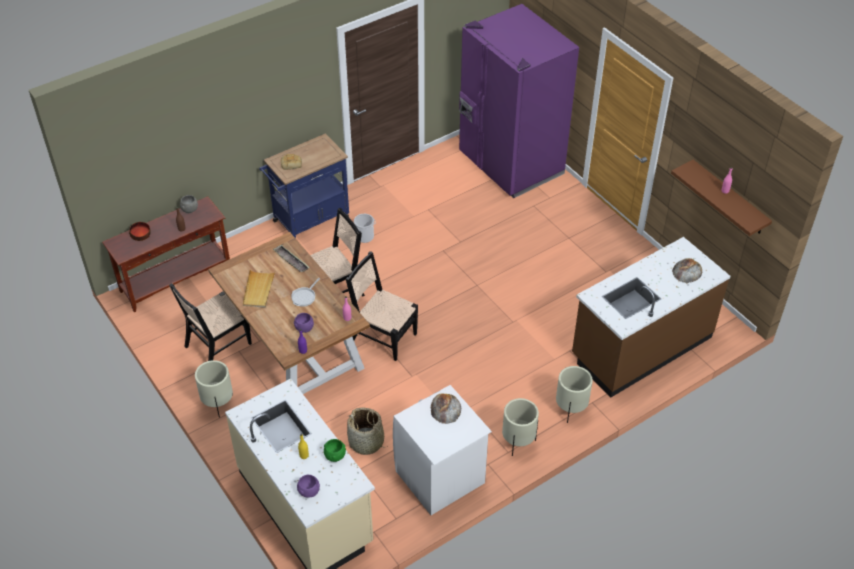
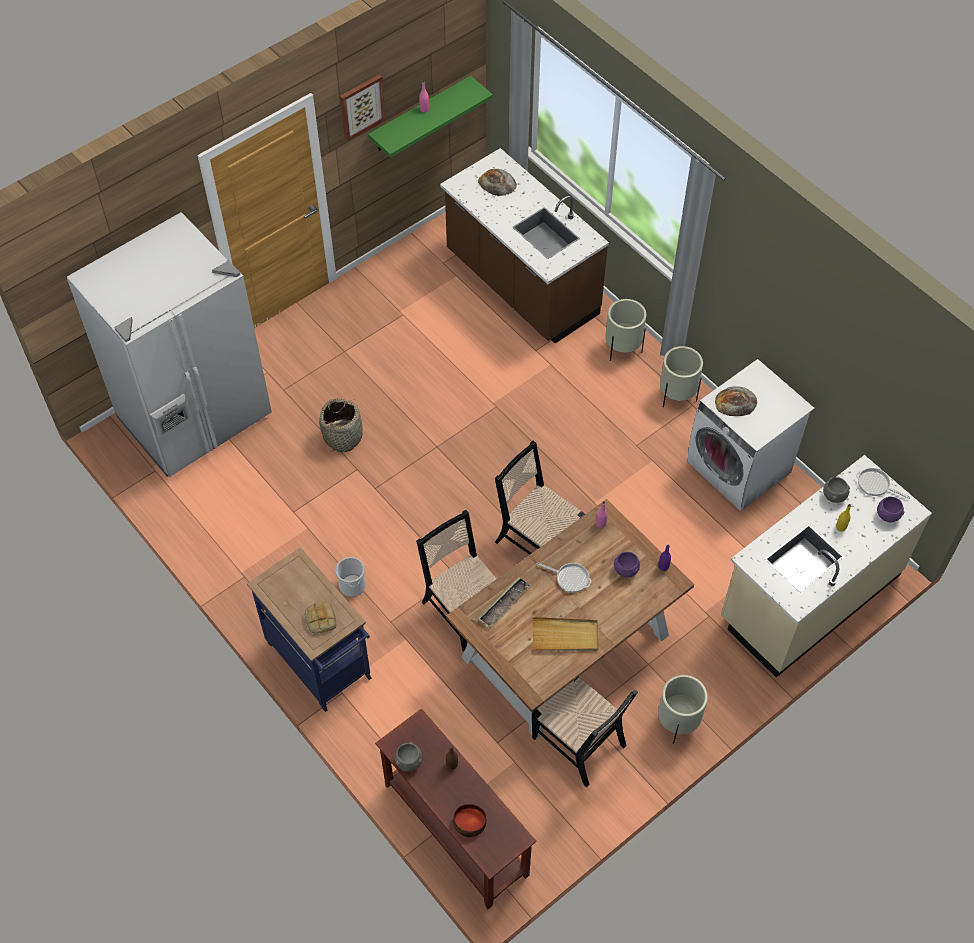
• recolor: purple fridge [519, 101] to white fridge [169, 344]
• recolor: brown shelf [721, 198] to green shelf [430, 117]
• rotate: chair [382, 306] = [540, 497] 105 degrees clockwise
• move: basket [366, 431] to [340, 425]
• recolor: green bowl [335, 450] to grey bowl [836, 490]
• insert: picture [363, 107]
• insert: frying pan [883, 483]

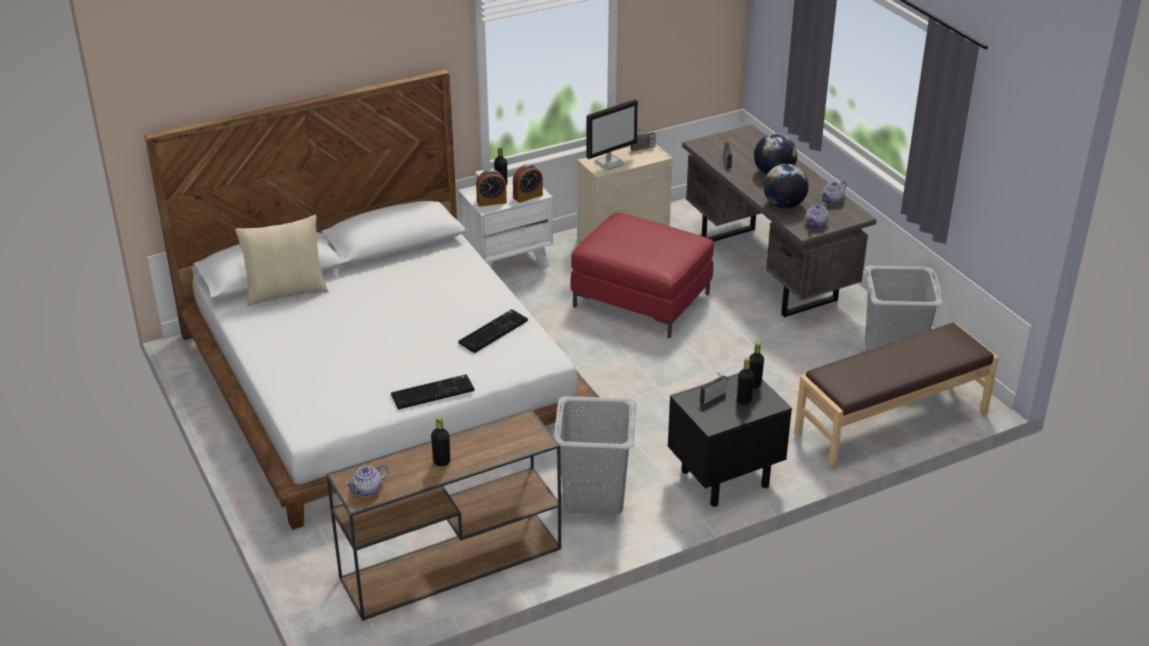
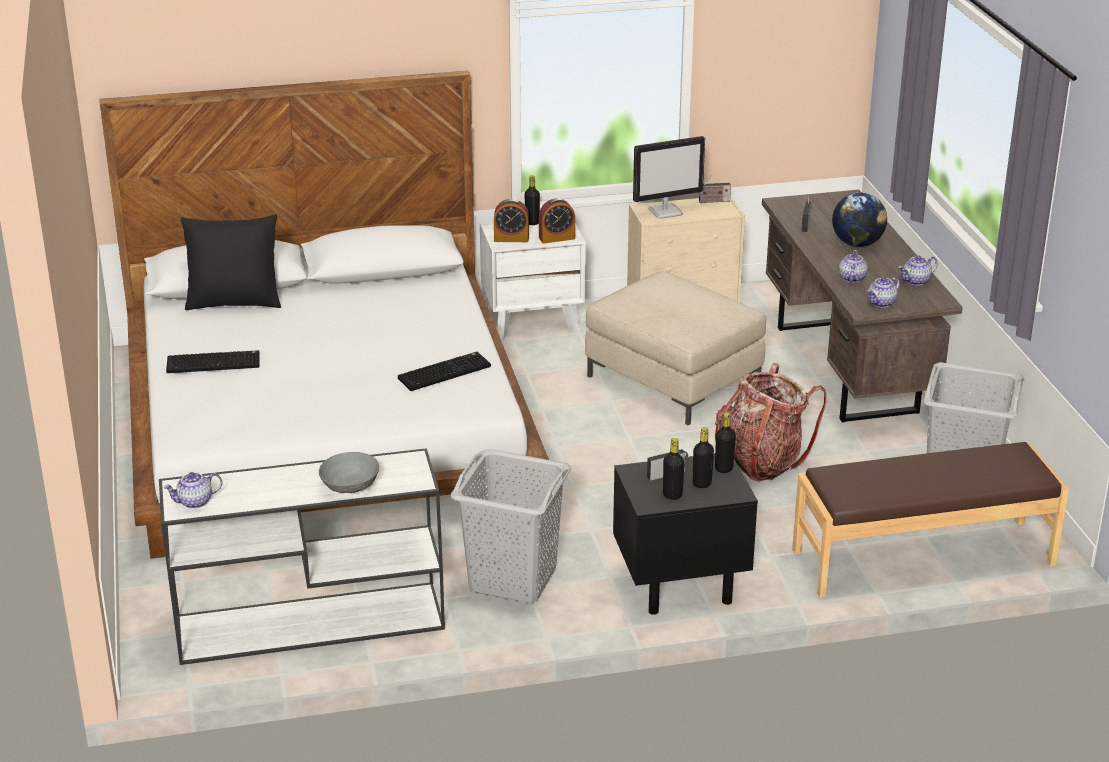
• replace: globe [786, 186] to teapot [853, 266]
• recolor: red ottoman [642, 275] to beige ottoman [675, 348]
• recolor: beige pillow [281, 260] to black pillow [231, 262]
• move: keyboard [432, 392] to [213, 361]
• recolor: brown console table [443, 515] to white console table [302, 556]
• move: black bottle [440, 441] to [673, 469]
• insert: backpack [771, 422]
• insert: grey bowl [349, 472]

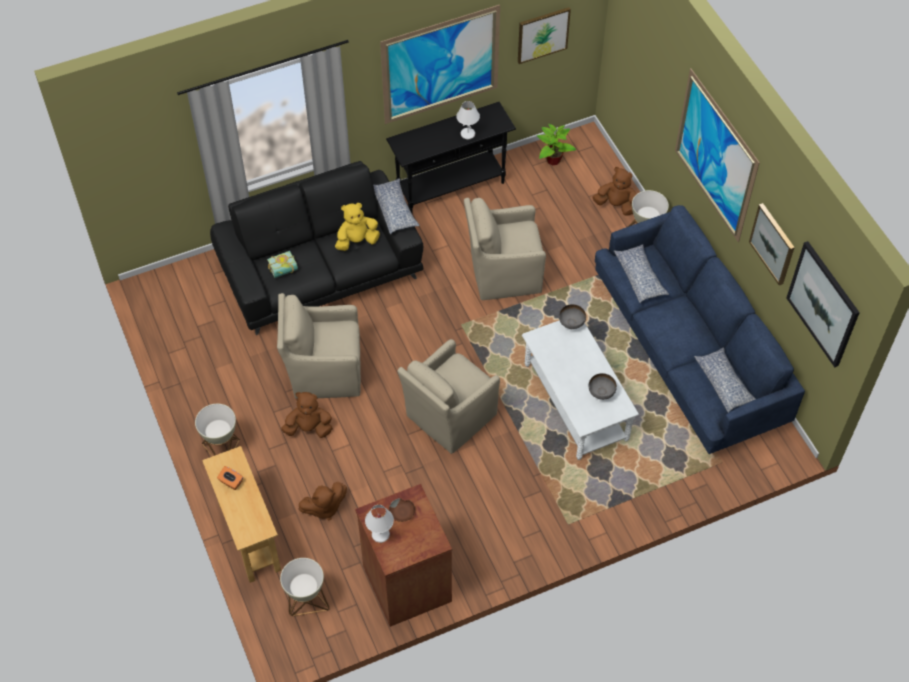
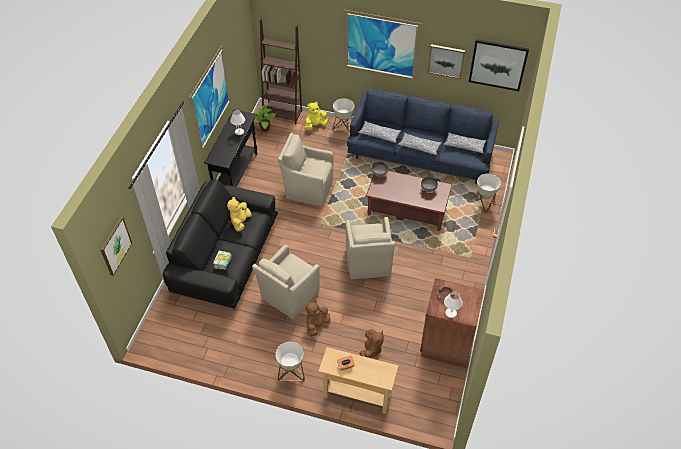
• move: picture [544, 35] to [116, 246]
• recolor: brown plush toy [614, 191] to yellow plush toy [316, 116]
• move: pillow [396, 206] to [419, 144]
• rotate: beige armchair [505, 249] = [306, 169] 75 degrees clockwise
• recolor: white coffee table [580, 390] to brown coffee table [409, 201]
• move: planter [305, 587] to [486, 193]
• insert: brown bookcase [281, 71]

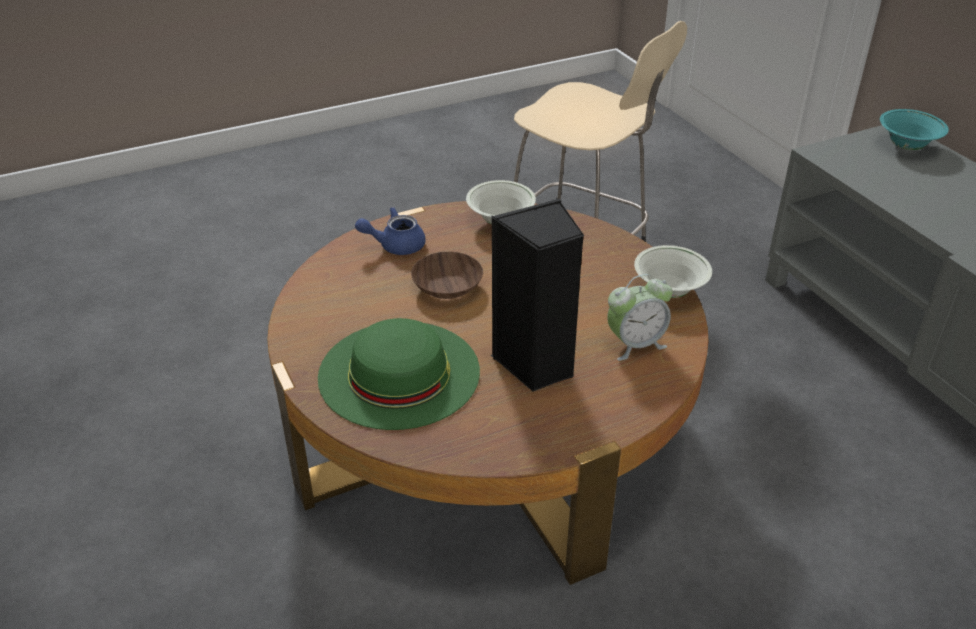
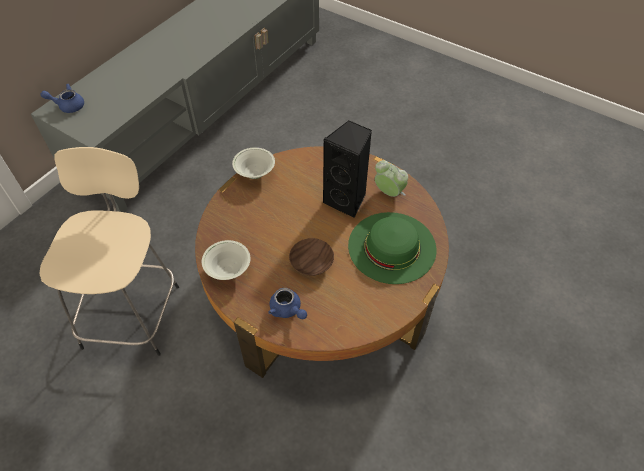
• replace: turquoise bowl [914, 129] to blue teapot [62, 98]
• move: alarm clock [639, 317] to [391, 178]

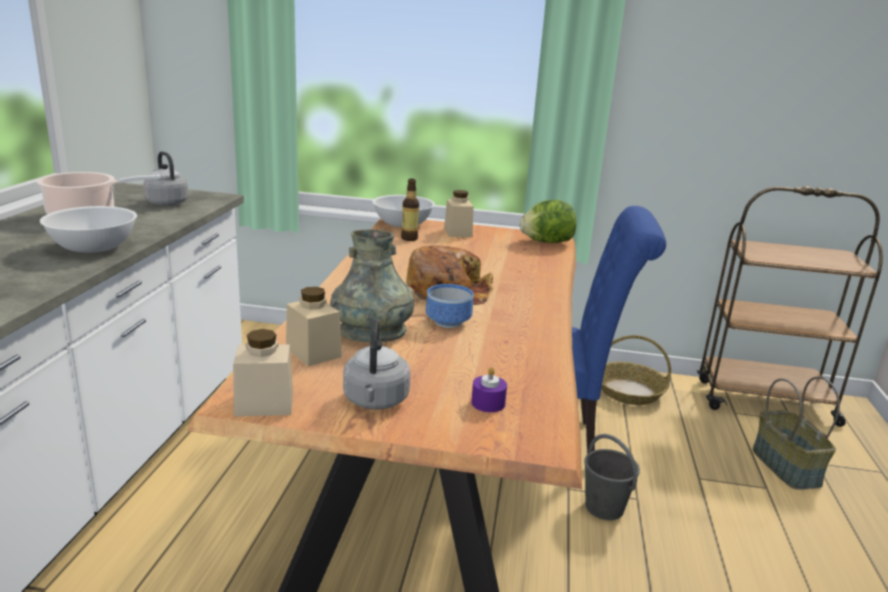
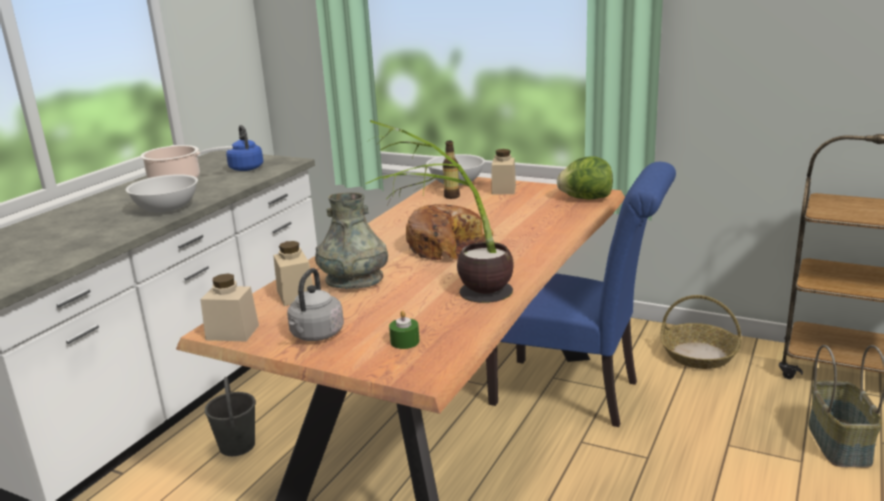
• recolor: grey kettle [165, 178] to blue kettle [244, 148]
• delete: bowl [449, 306]
• recolor: purple candle [489, 389] to green candle [404, 329]
• move: grey bucket [612, 477] to [230, 416]
• insert: potted plant [439, 211]

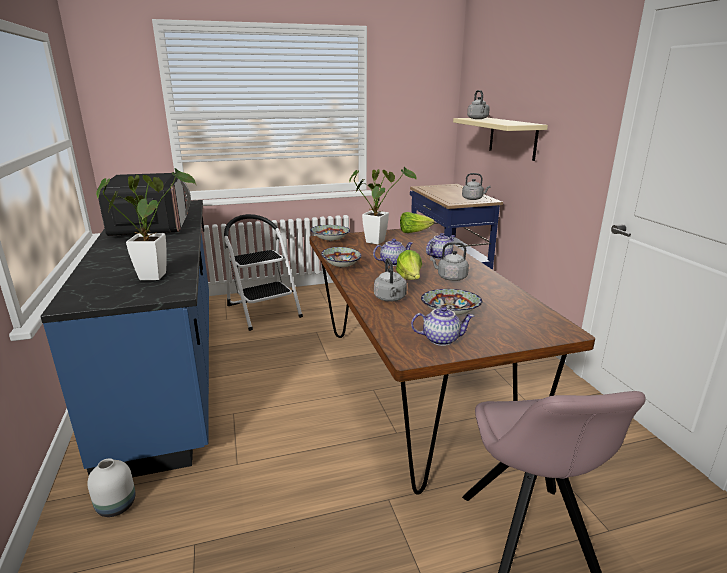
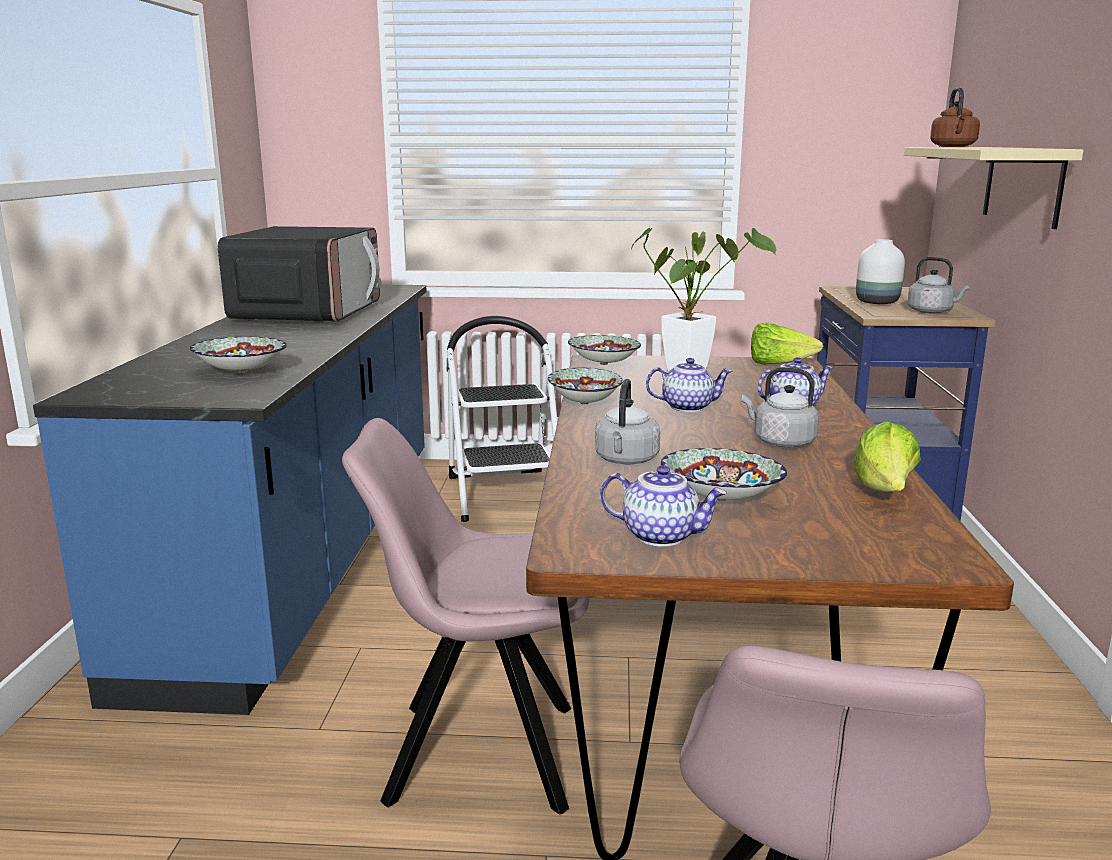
• recolor: grey kettle [478, 104] to brown kettle [955, 117]
• replace: potted plant [146, 224] to bowl [238, 355]
• move: lettuce [409, 265] to [887, 456]
• move: white vase [111, 487] to [880, 271]
• insert: pink chair [465, 616]

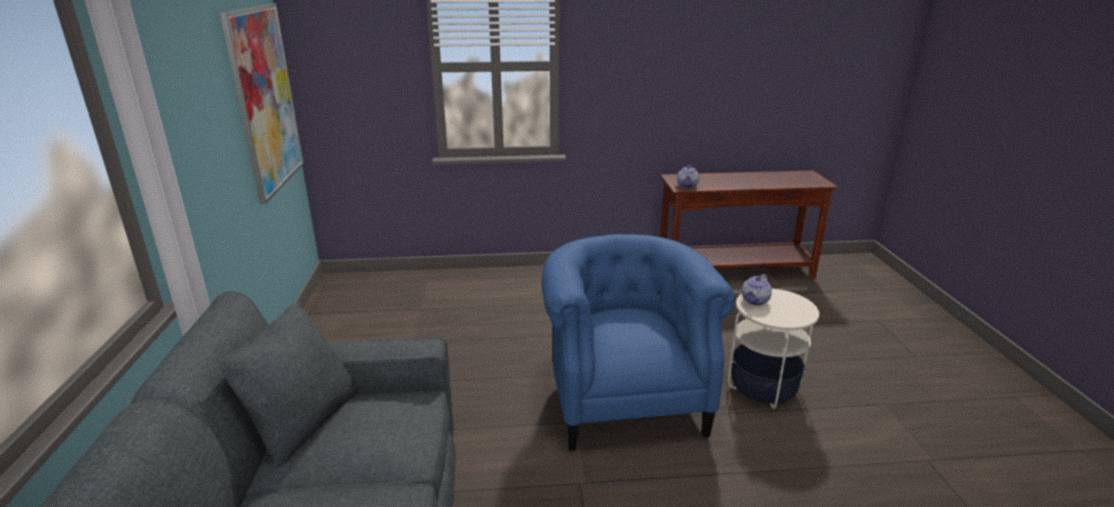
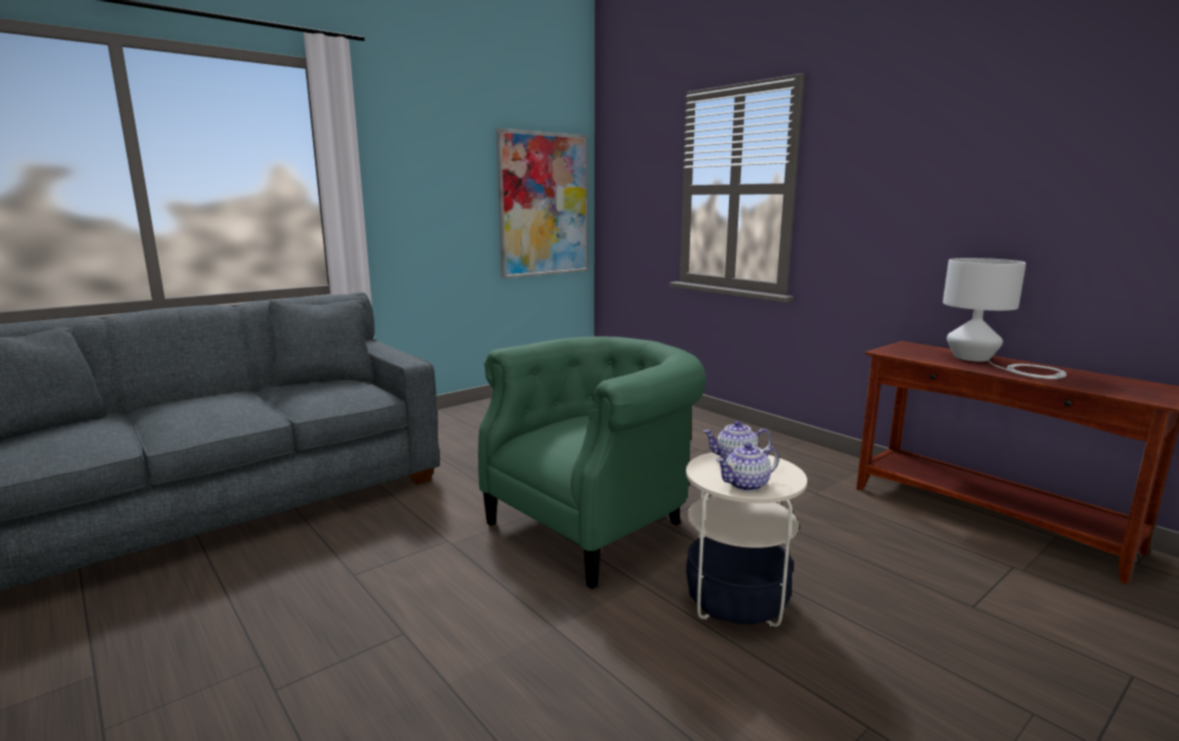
• move: teapot [688, 176] to [747, 467]
• recolor: blue armchair [638, 342] to green armchair [592, 463]
• insert: grey table lamp [1005, 318]

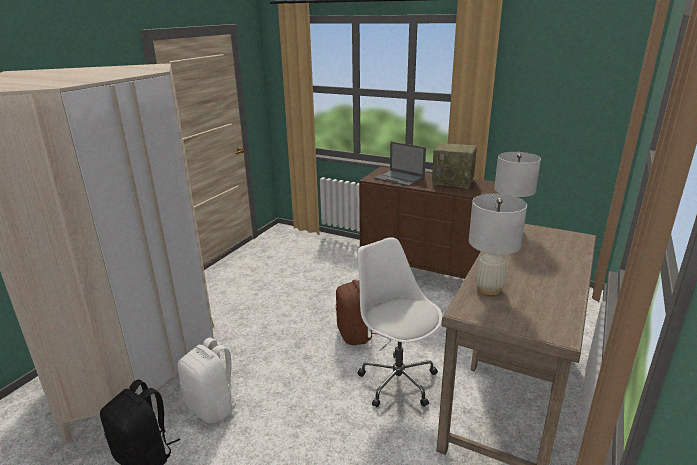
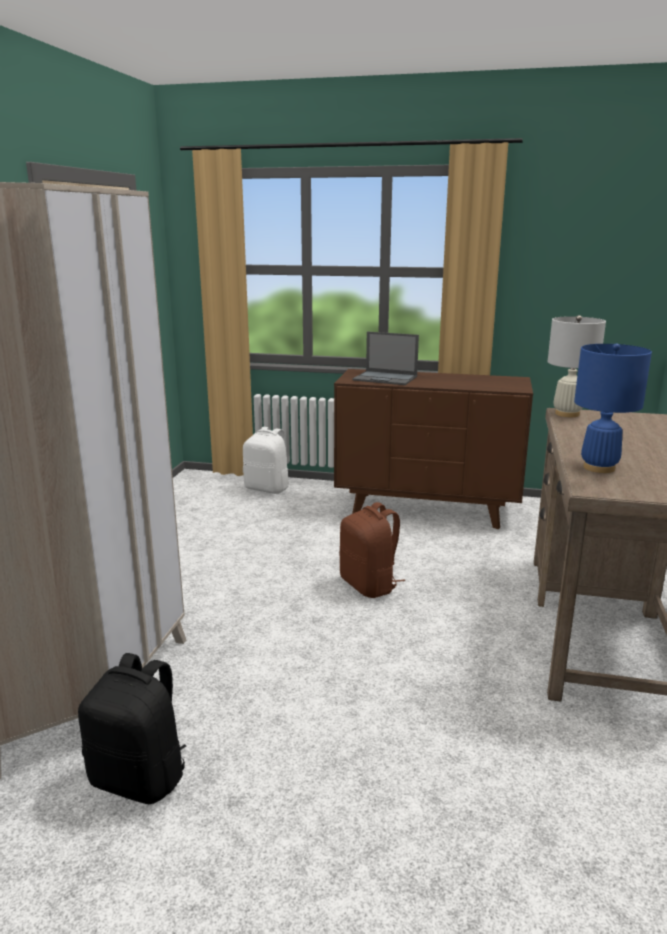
• delete: radio [454, 166]
• recolor: white table lamp [498, 244] to blue table lamp [613, 408]
• delete: white office chair [400, 322]
• move: white backpack [210, 380] to [266, 460]

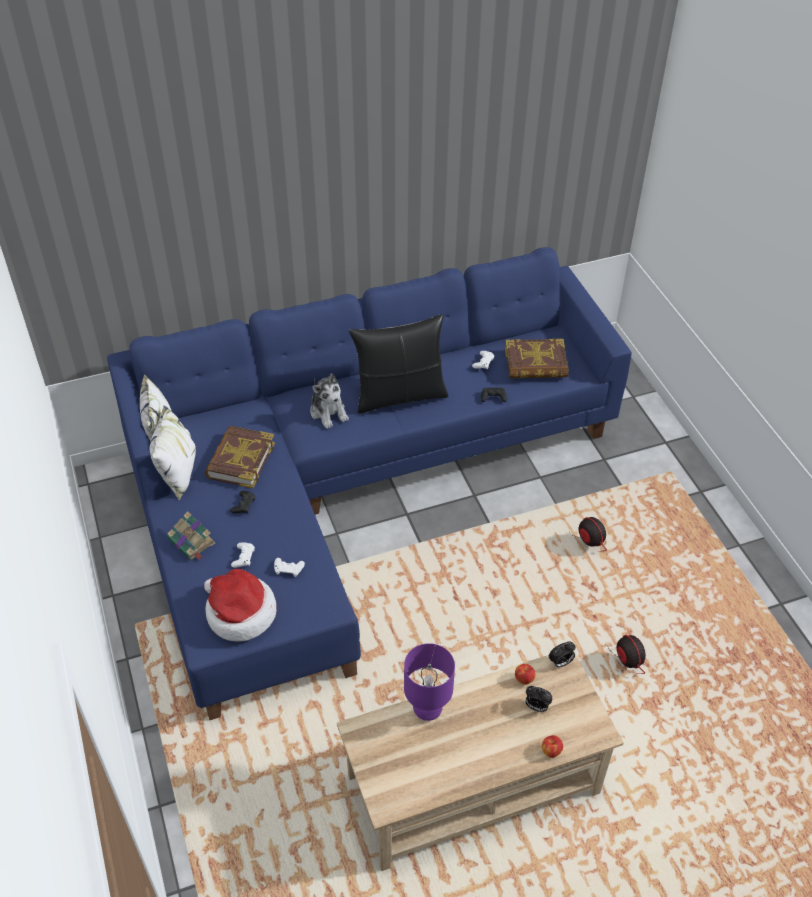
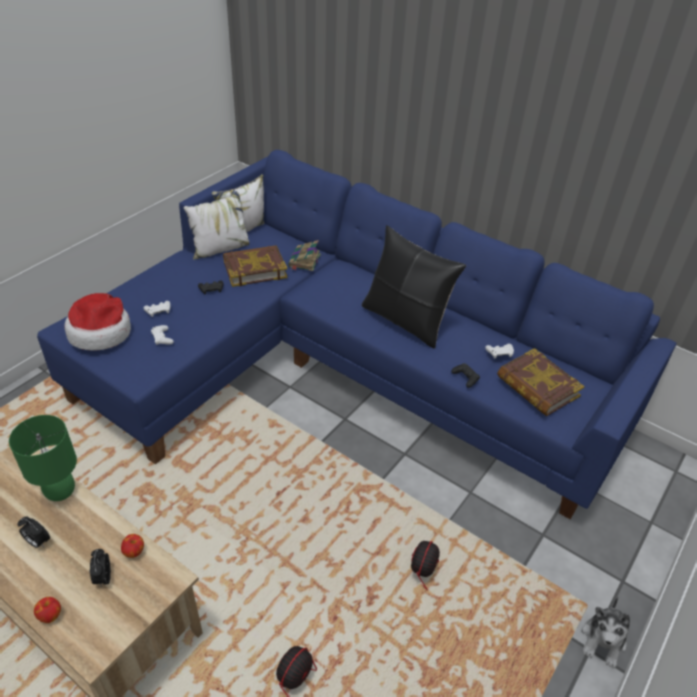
• move: plush toy [329, 401] to [606, 632]
• move: book [191, 535] to [304, 255]
• move: alarm clock [562, 654] to [34, 532]
• recolor: purple table lamp [429, 682] to green table lamp [43, 458]

